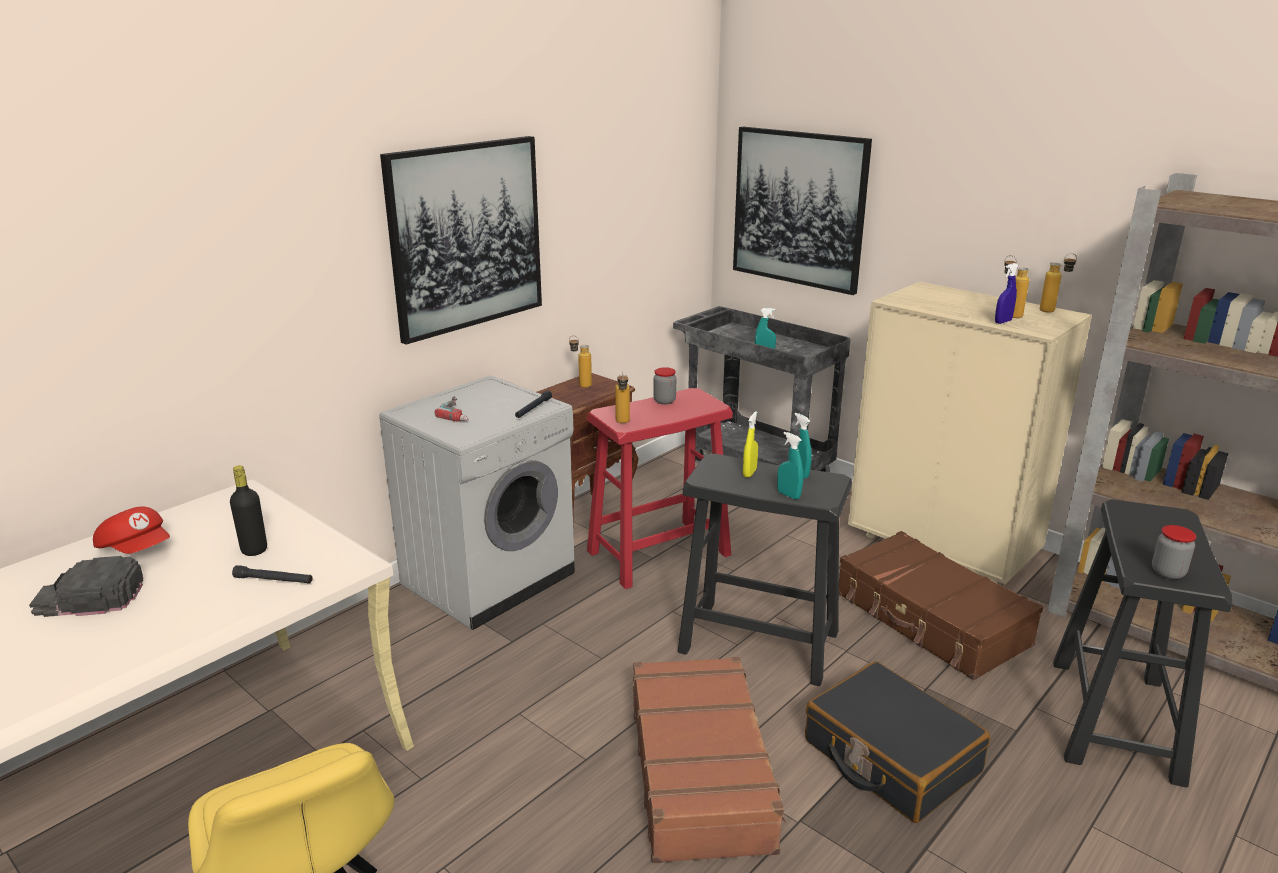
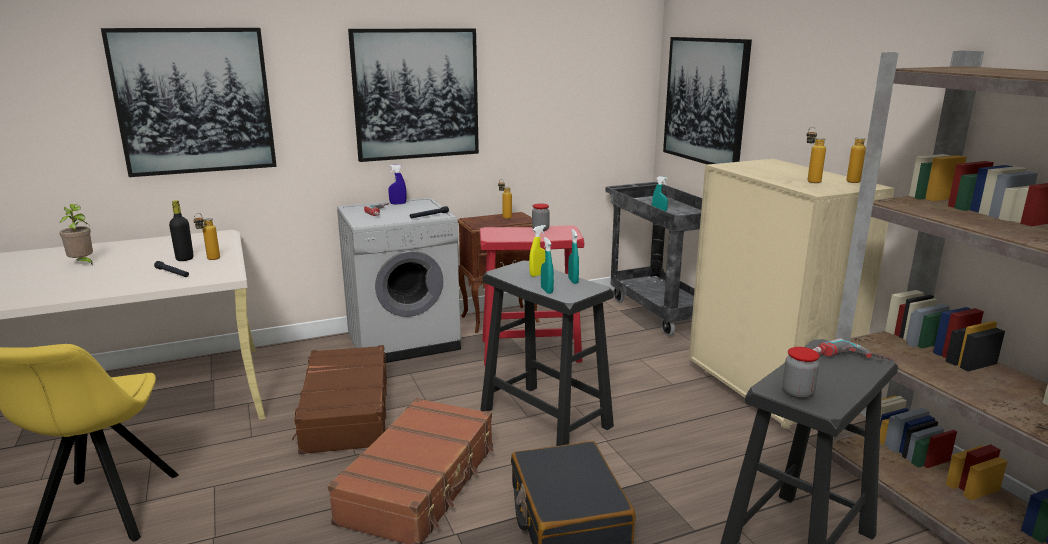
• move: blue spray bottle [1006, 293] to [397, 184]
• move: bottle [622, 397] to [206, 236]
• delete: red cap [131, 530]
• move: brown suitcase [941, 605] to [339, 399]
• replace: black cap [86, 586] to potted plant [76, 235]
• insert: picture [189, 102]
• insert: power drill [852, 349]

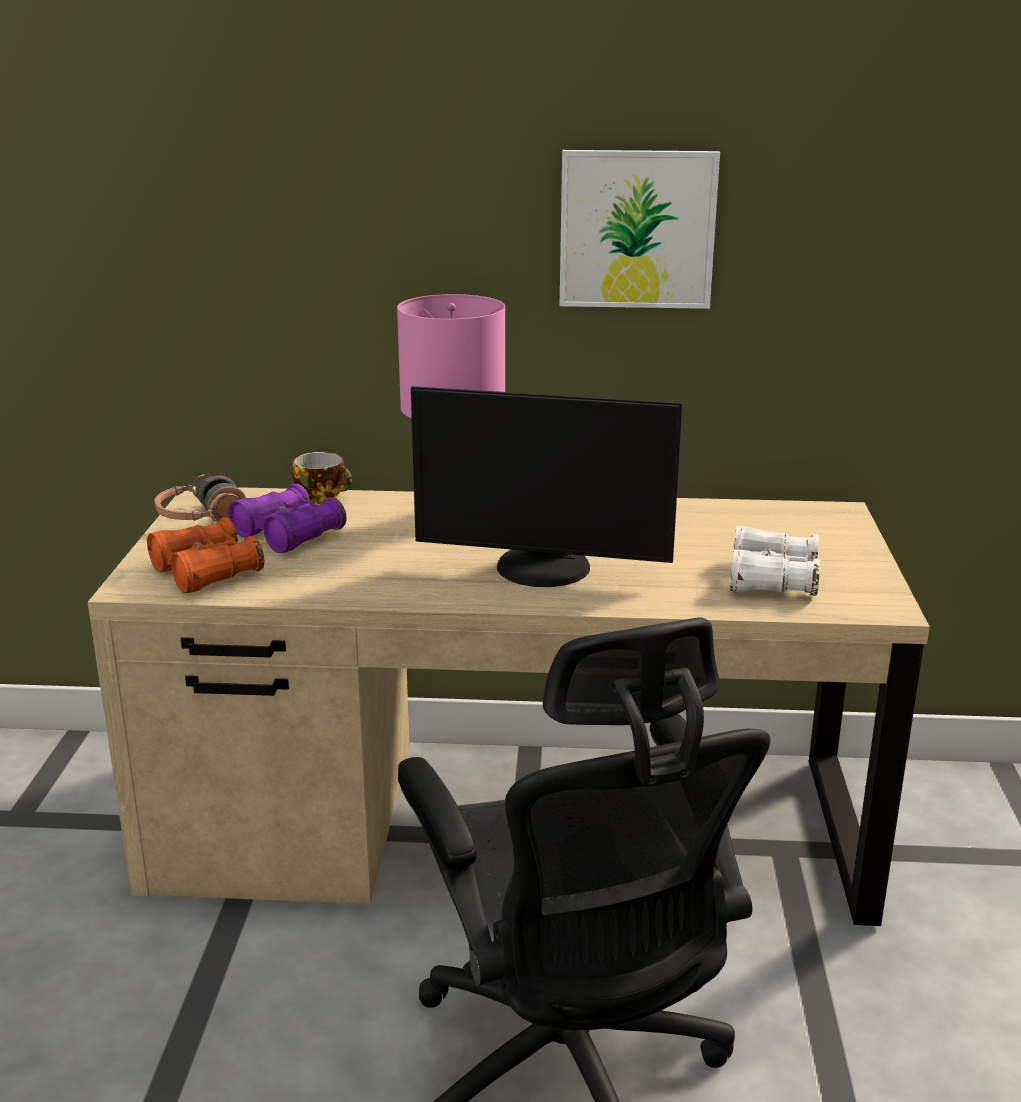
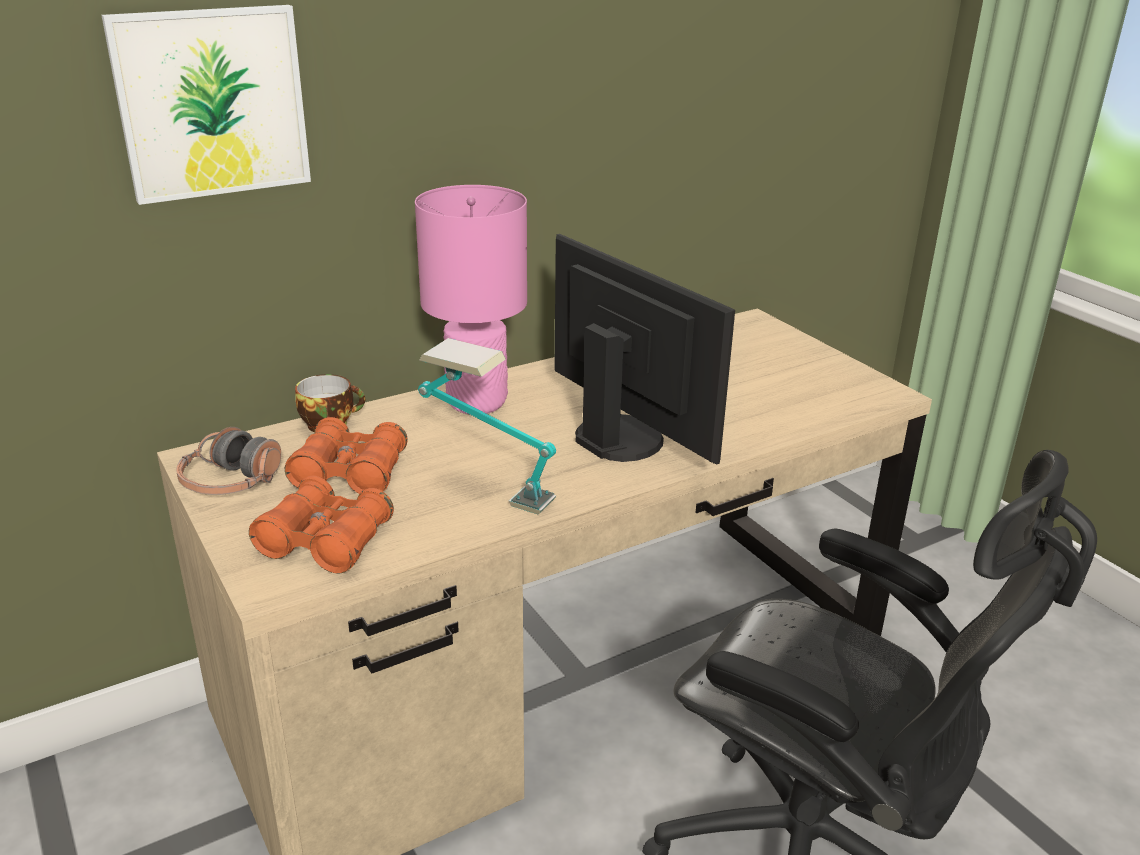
• move: picture [640, 229] to [206, 105]
• rotate: monitor [546, 486] = [644, 349] 105 degrees counterclockwise
• recolor: purple binoculars [287, 518] to orange binoculars [346, 455]
• delete: white binoculars [775, 561]
• insert: table lamp [487, 426]

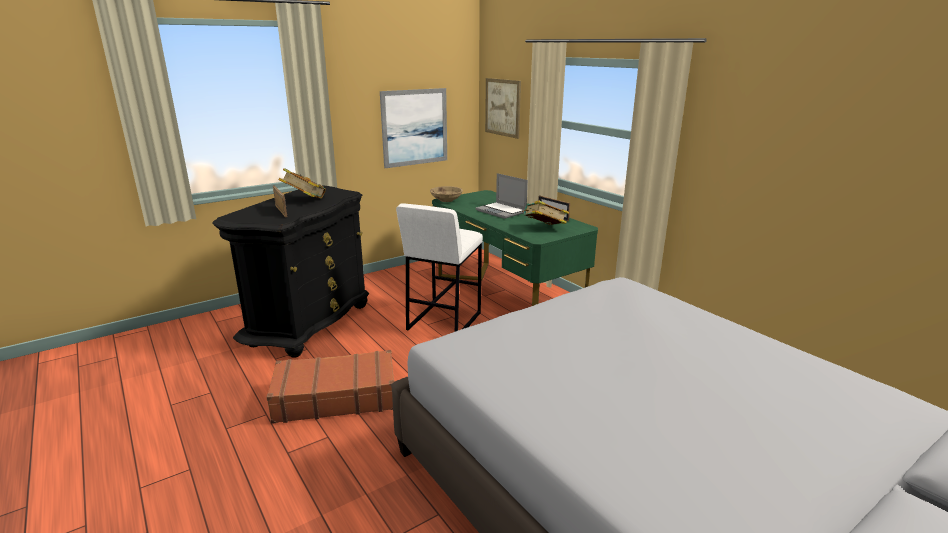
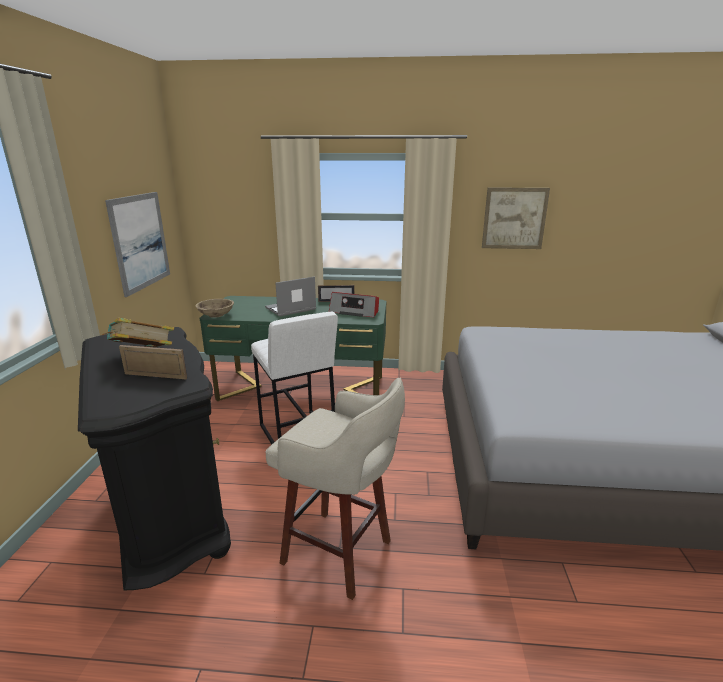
• move: picture [503, 108] to [516, 218]
• rotate: laptop [502, 196] = [290, 296] 150 degrees clockwise
• replace: book [545, 212] to radio [354, 305]
• replace: brown suitcase [331, 387] to beige stool [335, 488]

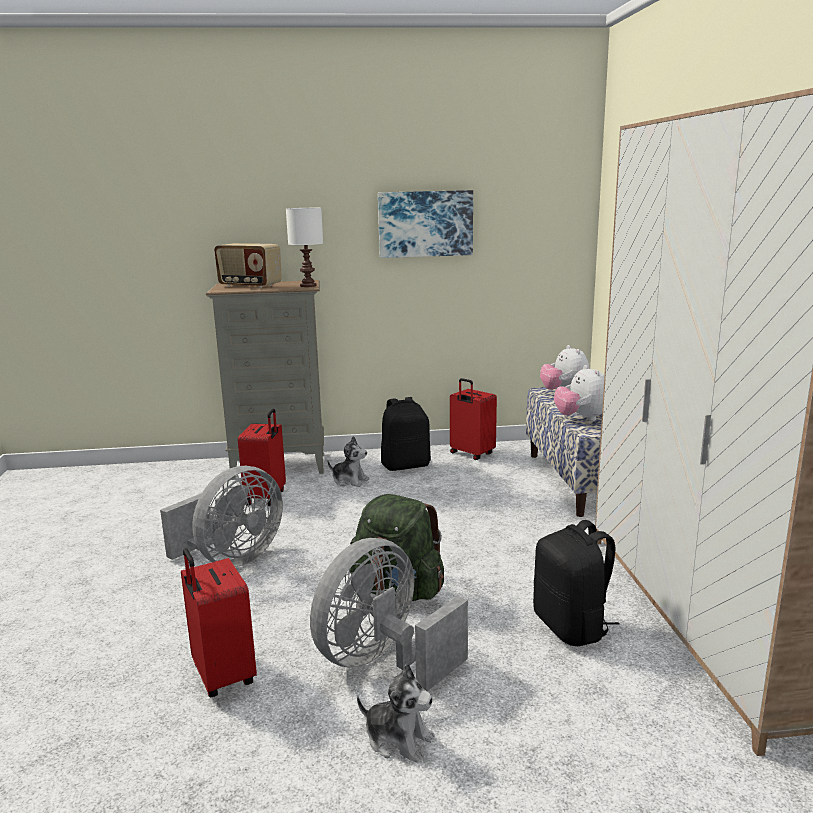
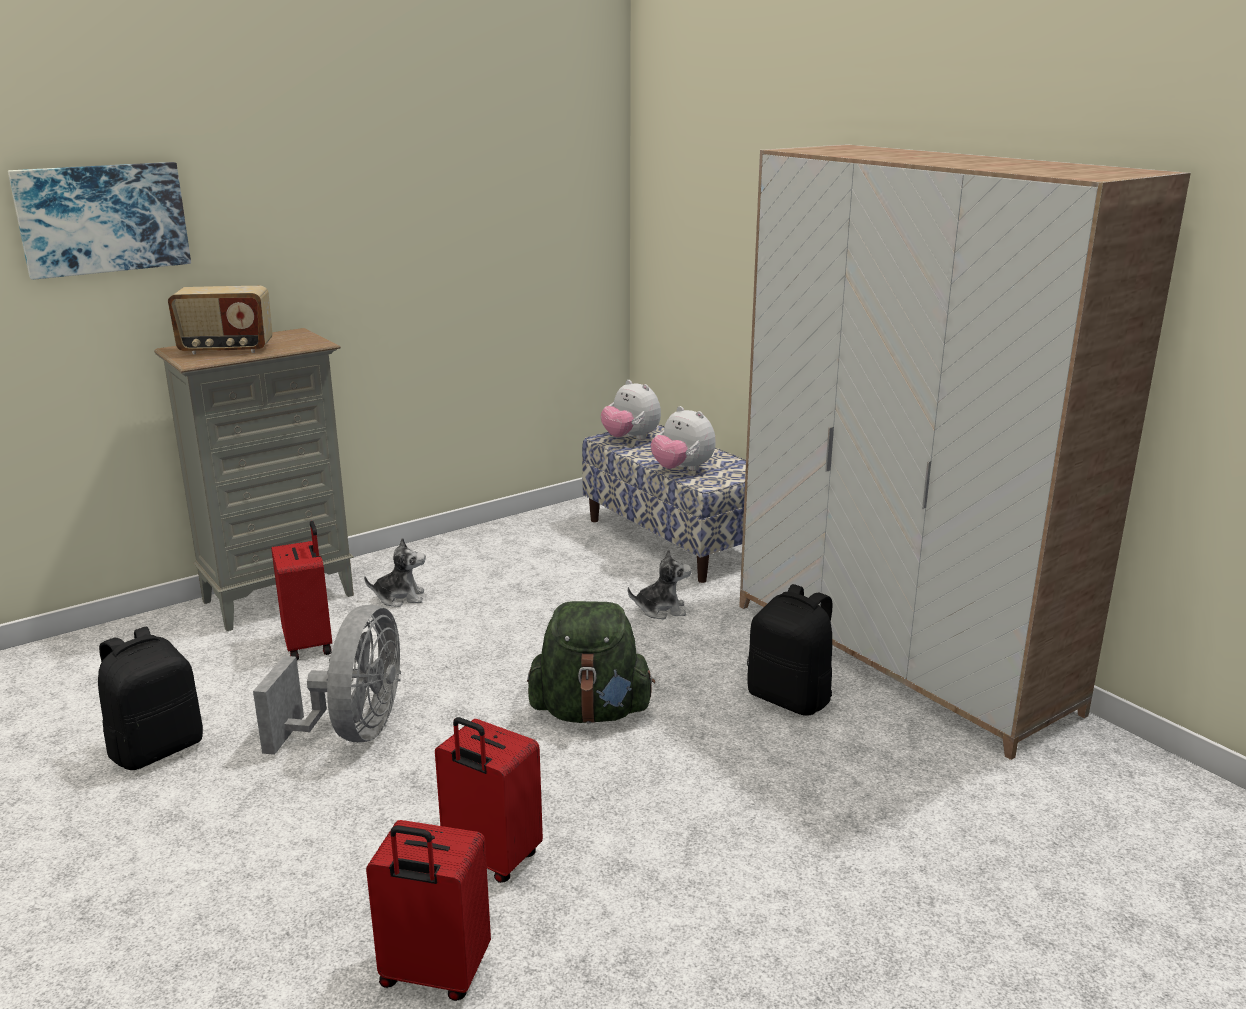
• move: picture [425, 224] to [99, 221]
• delete: white table lamp [304, 247]
• move: red suitcase [473, 419] to [428, 910]
• move: black backpack [406, 434] to [150, 698]
• delete: grey fan [389, 614]
• move: plush toy [396, 713] to [660, 584]

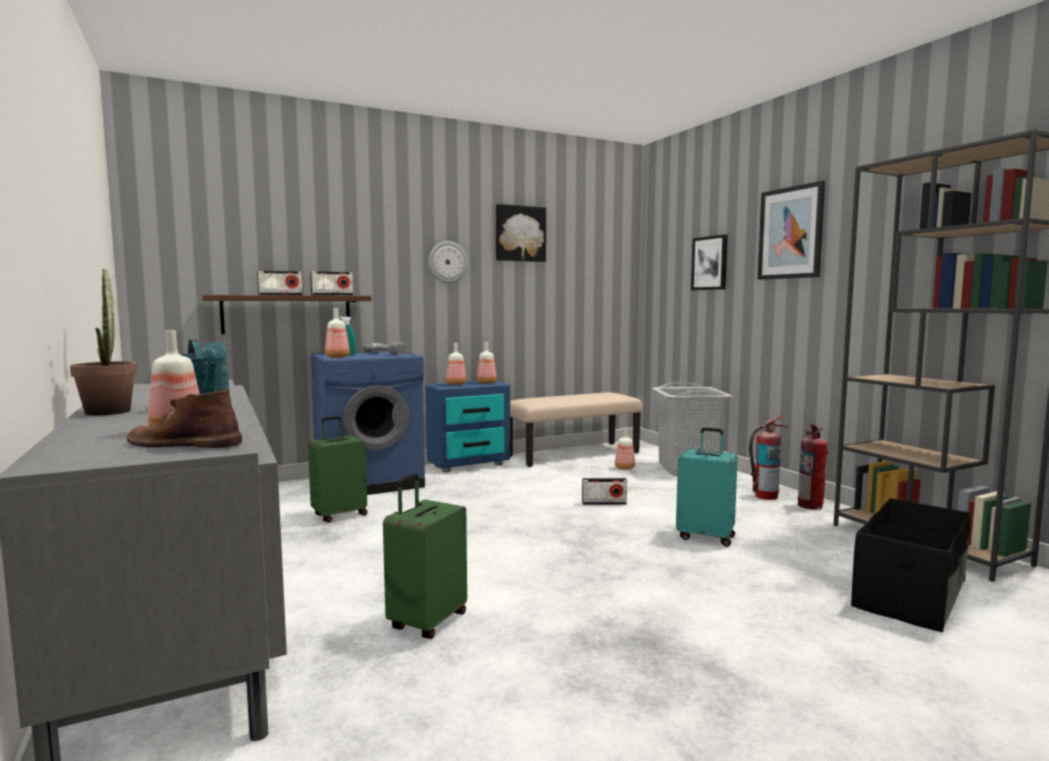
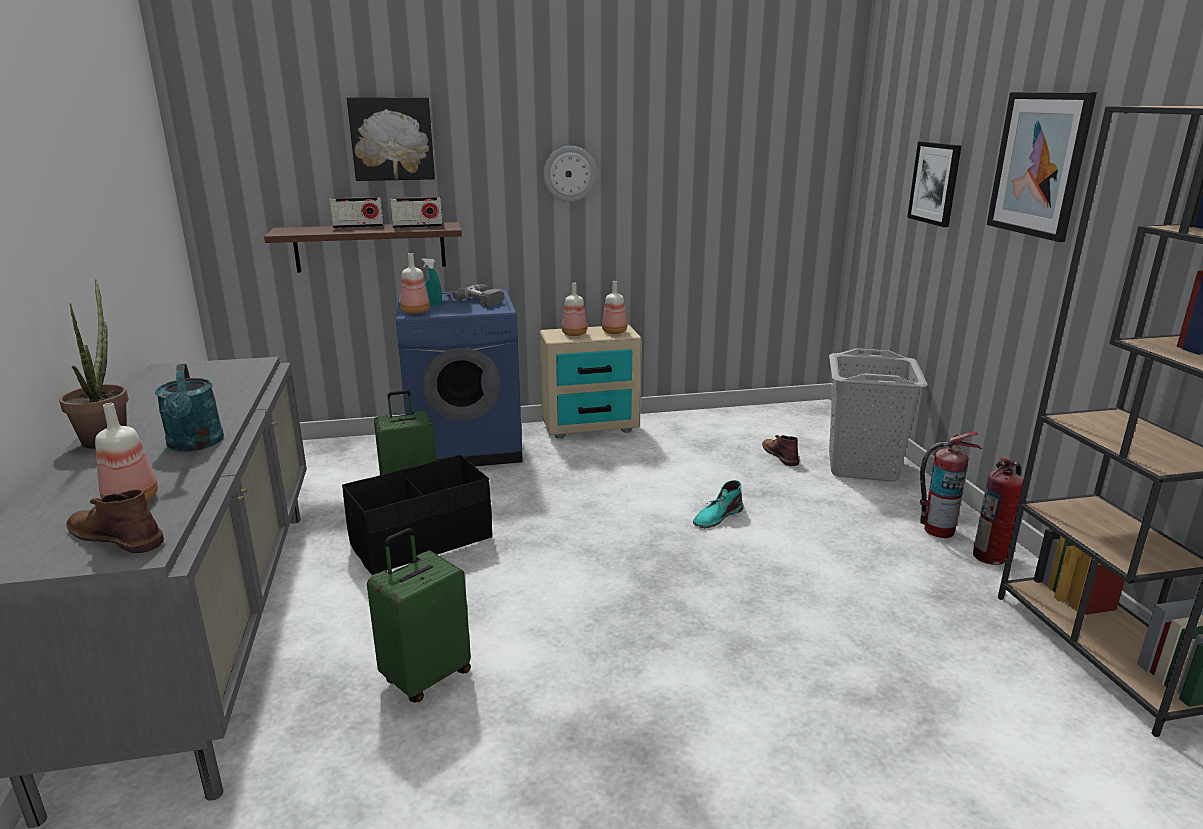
• move: picture [521, 233] to [391, 139]
• recolor: blue nightstand [468, 426] to beige nightstand [591, 382]
• delete: beige bench [576, 429]
• replace: bottle [625, 448] to brown boot [780, 450]
• delete: turquoise suitcase [707, 487]
• replace: radio [604, 491] to turquoise boot [718, 504]
• move: black storage box [911, 565] to [417, 515]

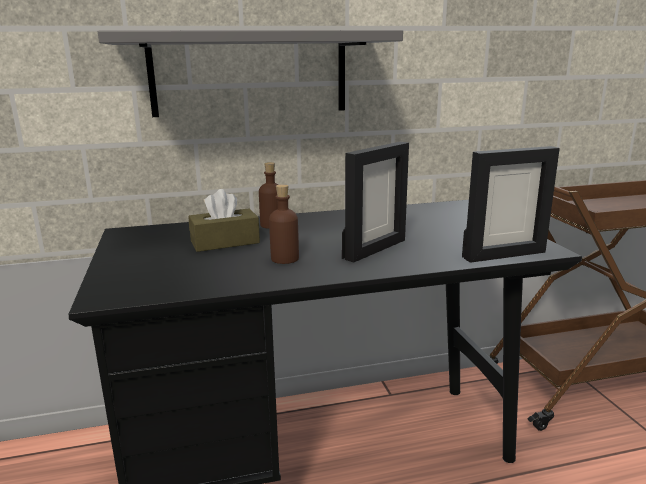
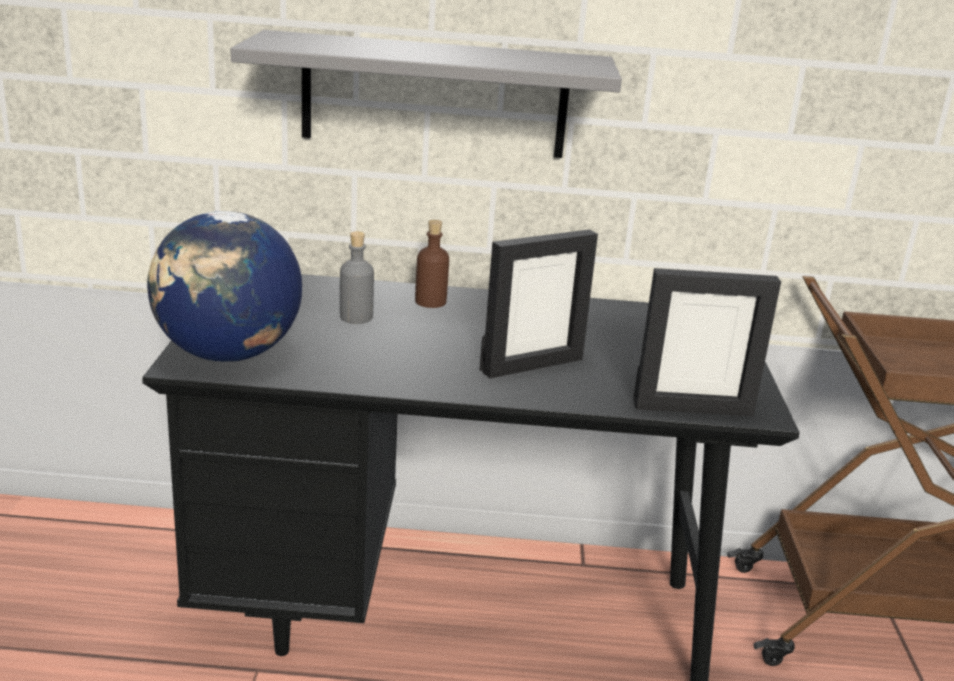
• delete: brown bottle [284, 224]
• replace: brown tissue box [224, 220] to grey bottle [357, 277]
• insert: globe [224, 286]

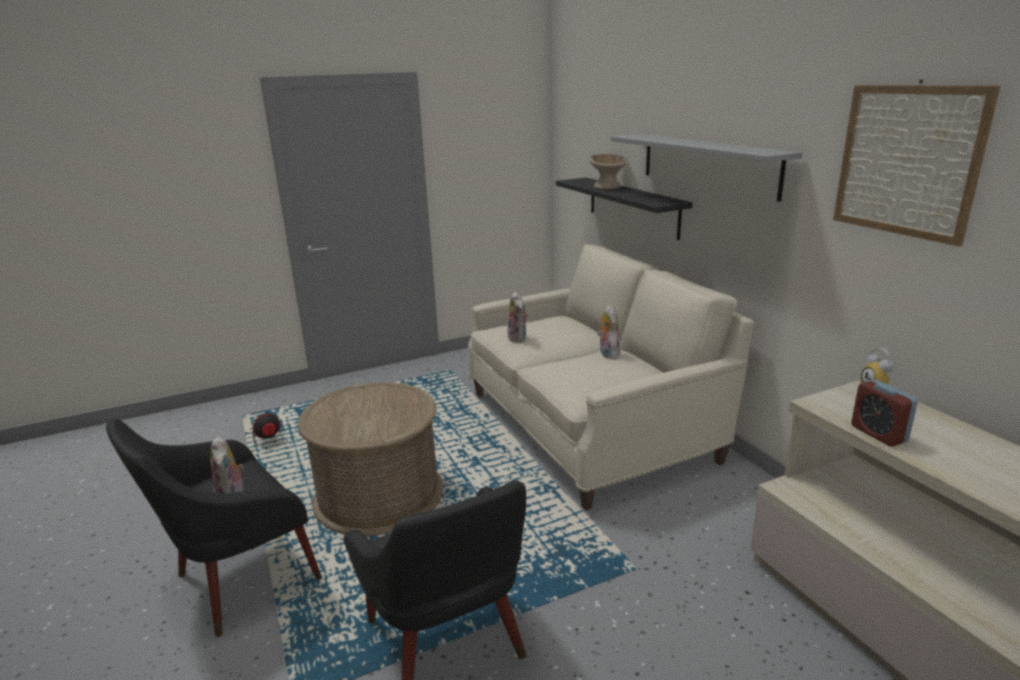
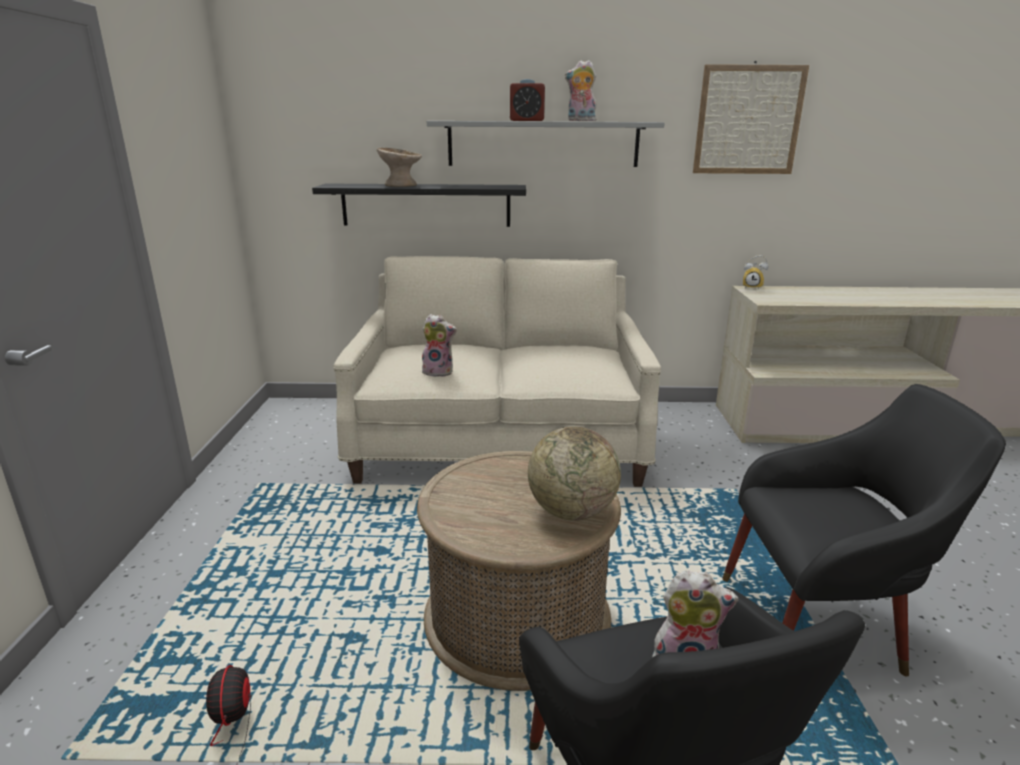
• move: plush toy [608, 332] to [581, 90]
• move: alarm clock [884, 413] to [527, 100]
• insert: globe [574, 473]

